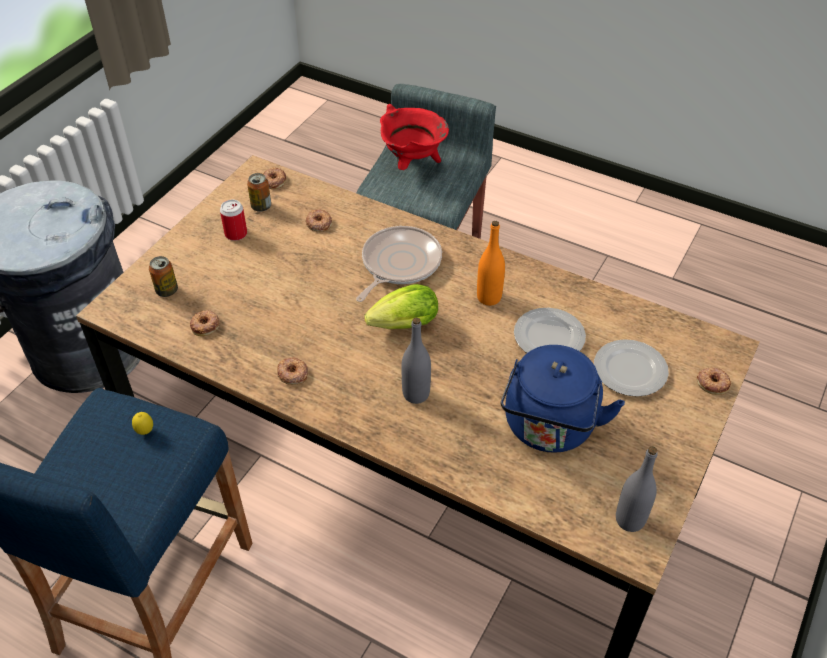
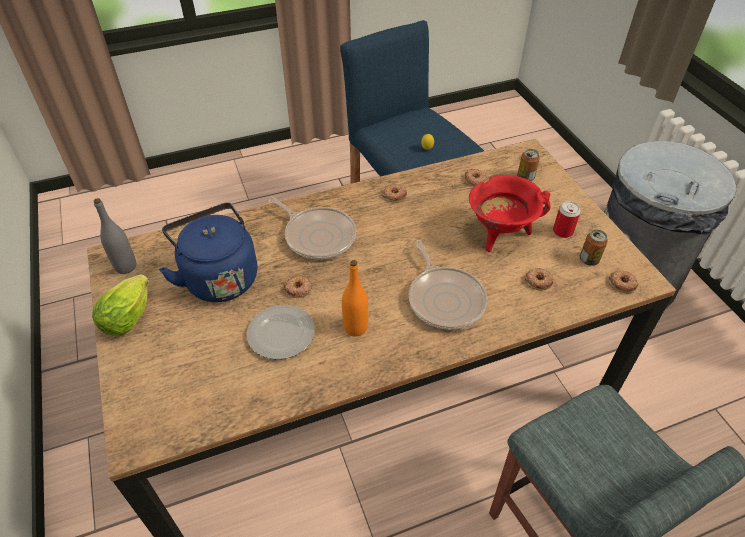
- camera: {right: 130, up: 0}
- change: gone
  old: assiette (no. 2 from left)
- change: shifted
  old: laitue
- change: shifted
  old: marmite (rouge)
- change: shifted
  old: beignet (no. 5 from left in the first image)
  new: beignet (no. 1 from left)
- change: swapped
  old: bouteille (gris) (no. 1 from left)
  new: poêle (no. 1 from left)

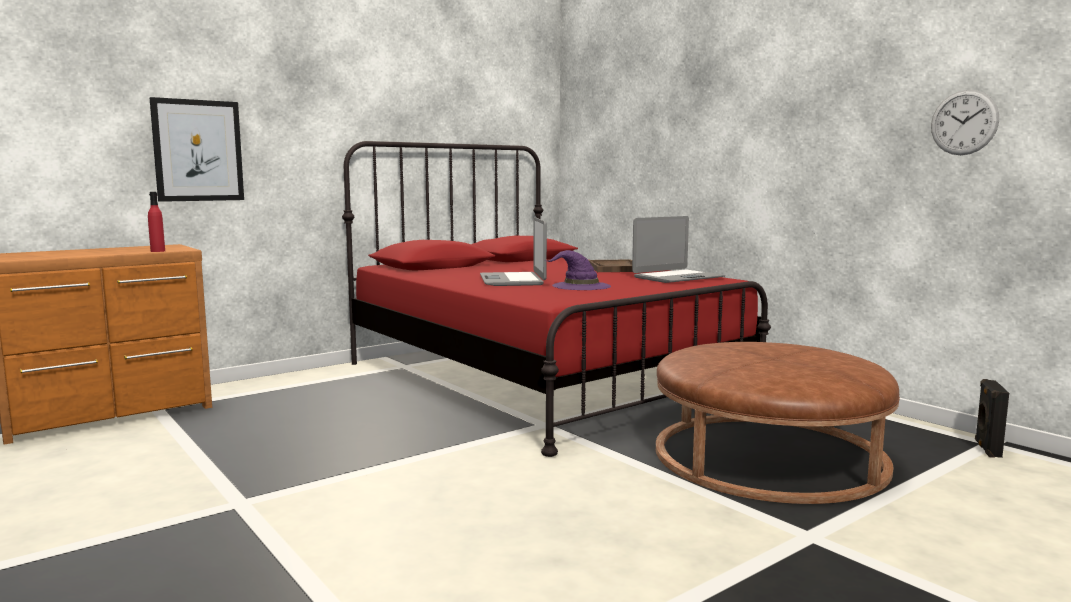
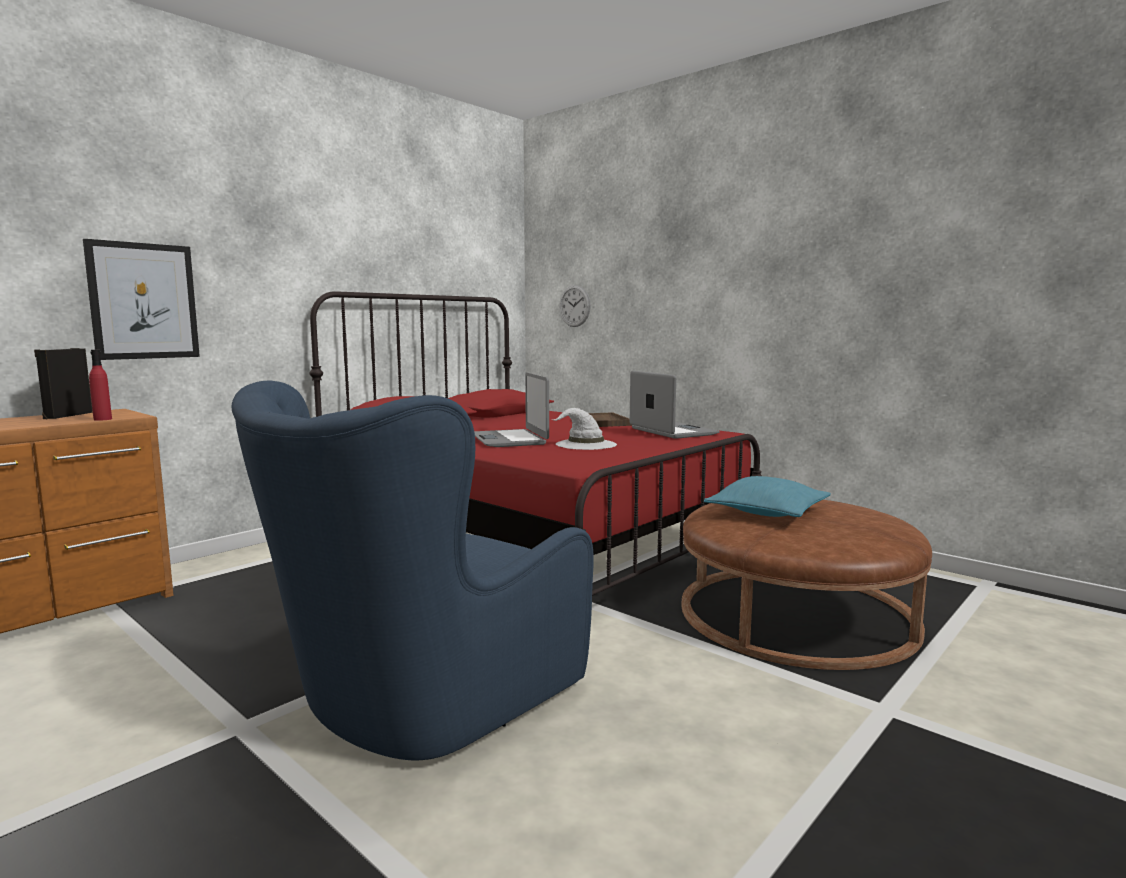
- camera: {right: -10, up: 0}
- change: new
  new: fauteuil (bleu)
- change: new
  new: coussin (turquoise)
- change: shifted
  old: horloge murale
- change: shifted
  old: enceinte (noir)
- change: repainted
  old: chapeau (violet)
  new: chapeau (blanc)
- change: rotated
  old: ordinateur portable (no. 2 from left)
  degrees: -75

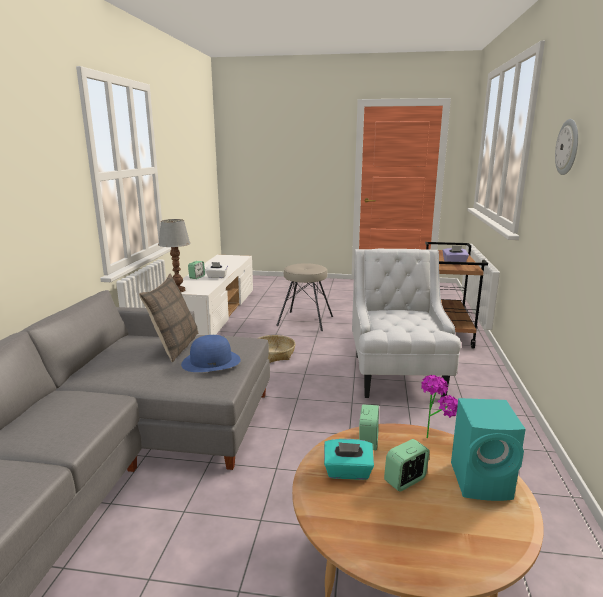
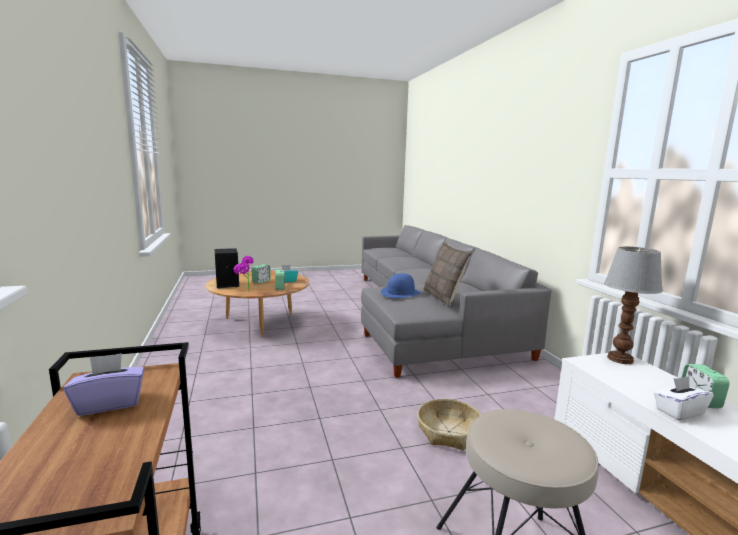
- camera: {right: 155, up: -5}
- change: gone
  old: fauteuil (blanc)
- change: gone
  old: horloge murale
- change: repainted
  old: enceinte (turquoise)
  new: enceinte (noir)

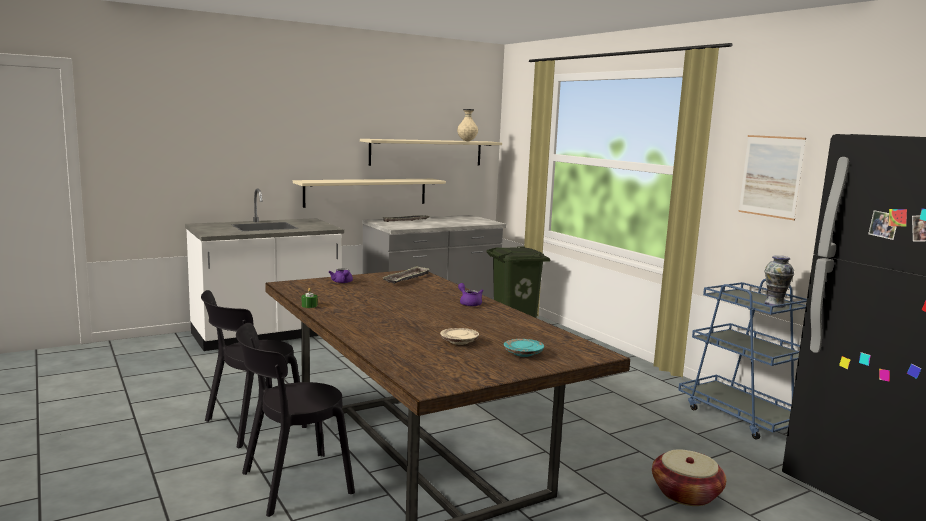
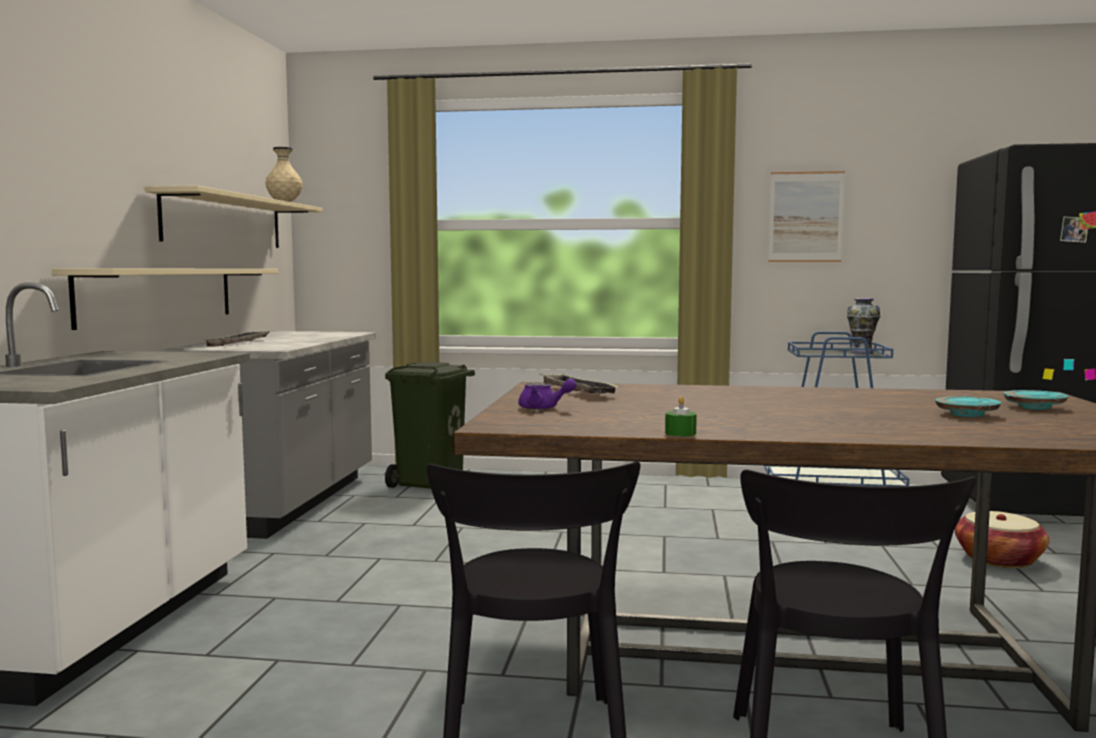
- camera: {right: -50, up: -5}
- change: gone
  old: théière (violet) (no. 2 from left)
- change: repainted
  old: assiette (beige)
  new: assiette (turquoise) (no. 1 from left)

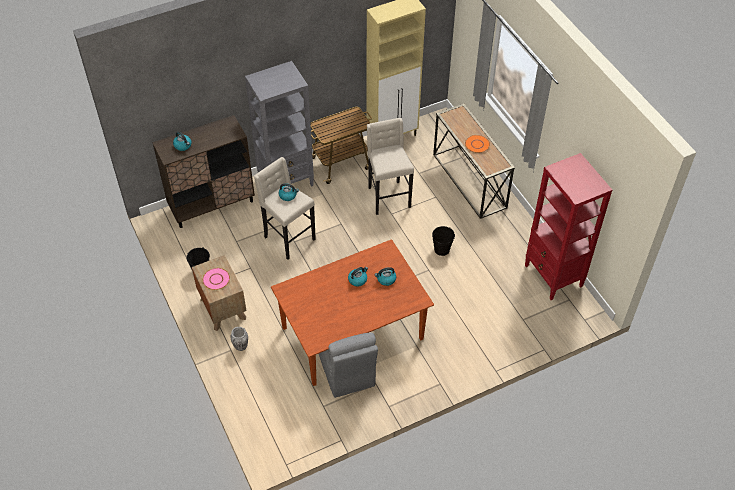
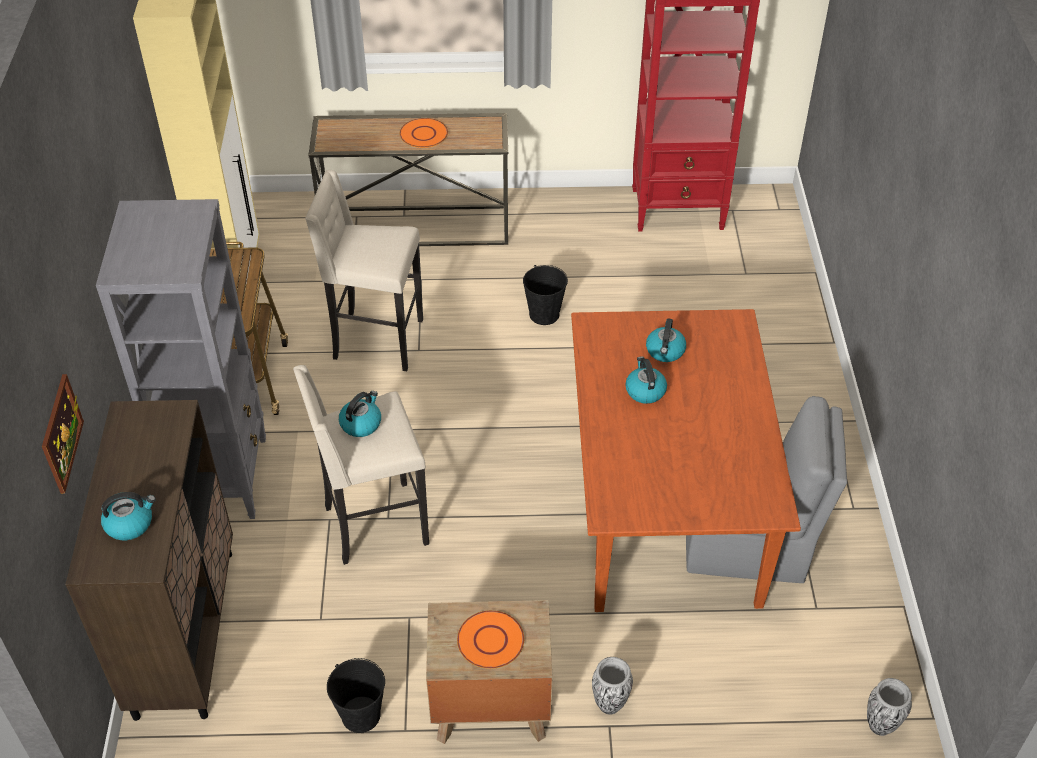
- camera: {right: -65, up: -5}
- change: new
  new: tableau
- change: new
  new: vase (no. 2 from left)
- change: repainted
  old: assiette (rose)
  new: assiette (orange) (no. 2 from left)

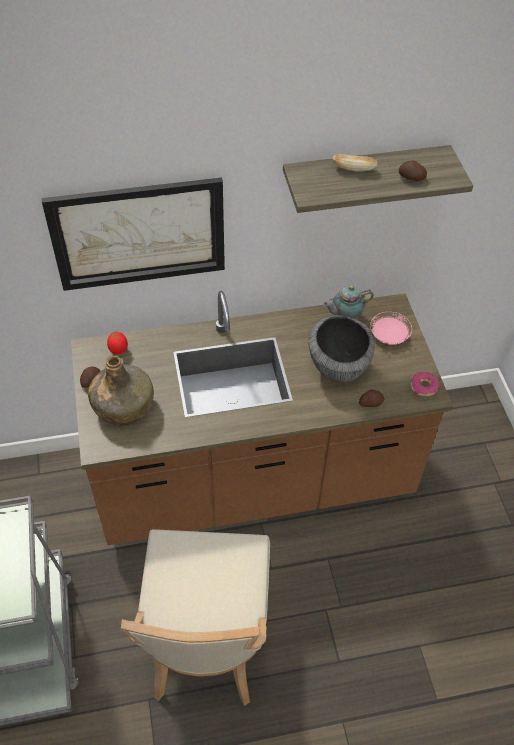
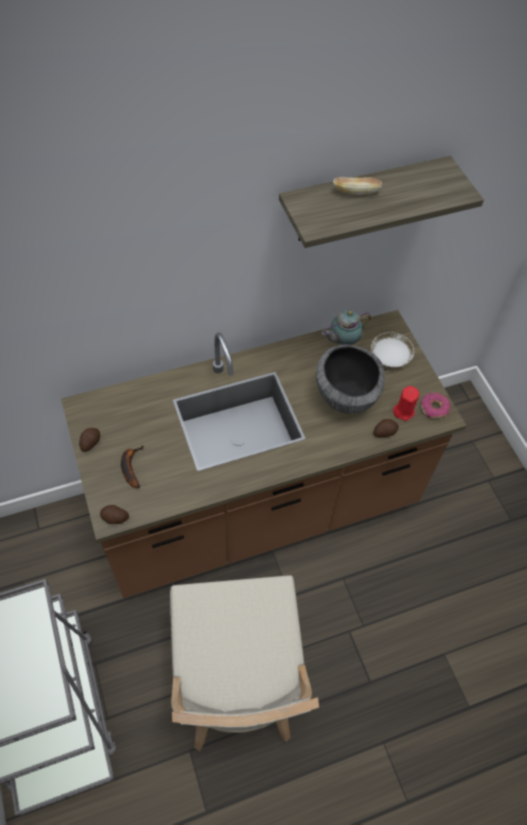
- camera: {right: -10, up: 5}
- change: gone
  old: tableau
- change: gone
  old: tomate
- change: new
  new: bougie (rouge)
- change: shifted
  old: pomme de terre (no. 3 from left in the first image)
  new: pomme de terre (no. 2 from left)
- change: swapped
  old: bouteille (vert)
  new: banane
- change: repainted
  old: assiette (rose)
  new: assiette (blanc)

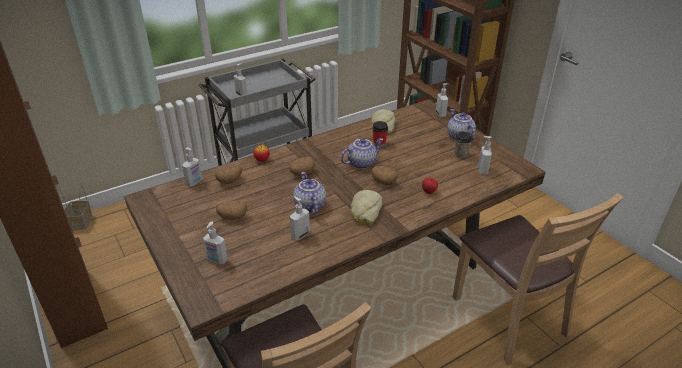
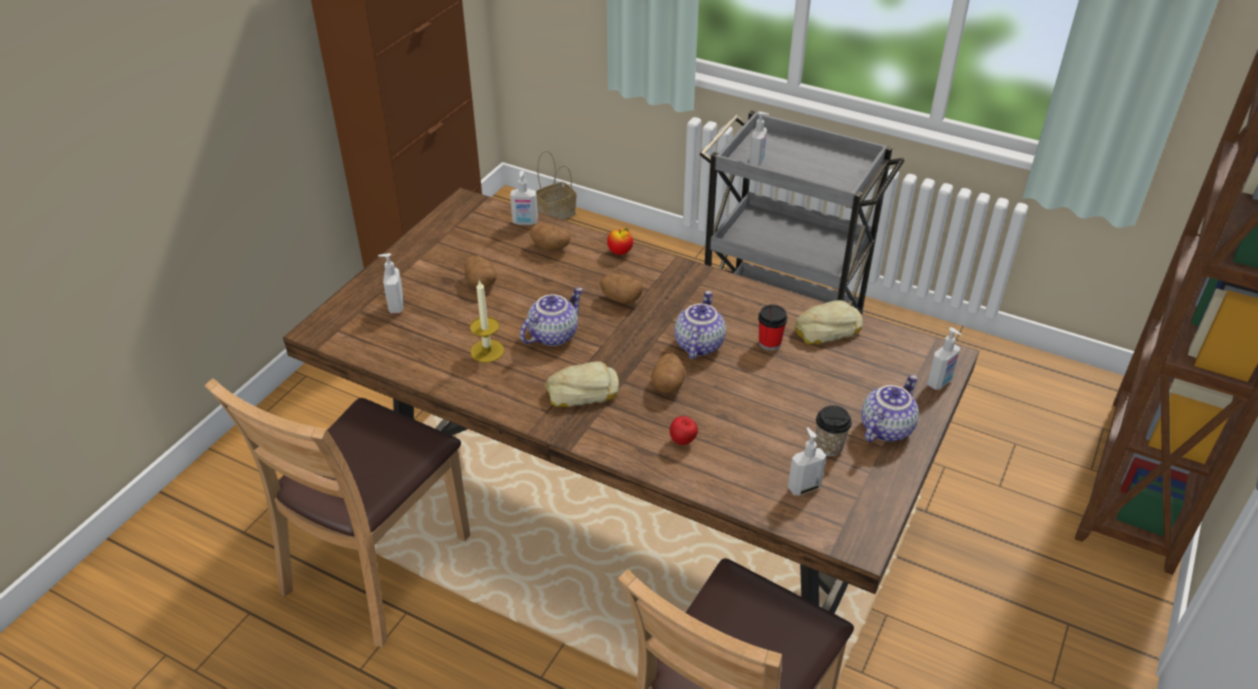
- camera: {right: 60, up: 5}
- change: swapped
  old: distributeur de savon (no. 4 from left)
  new: bougie
- change: rotated
  old: théière (no. 2 from left)
  degrees: -105

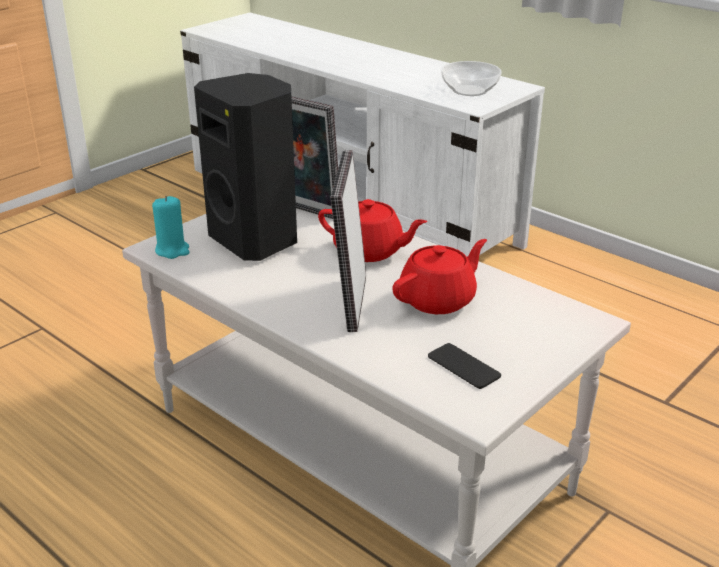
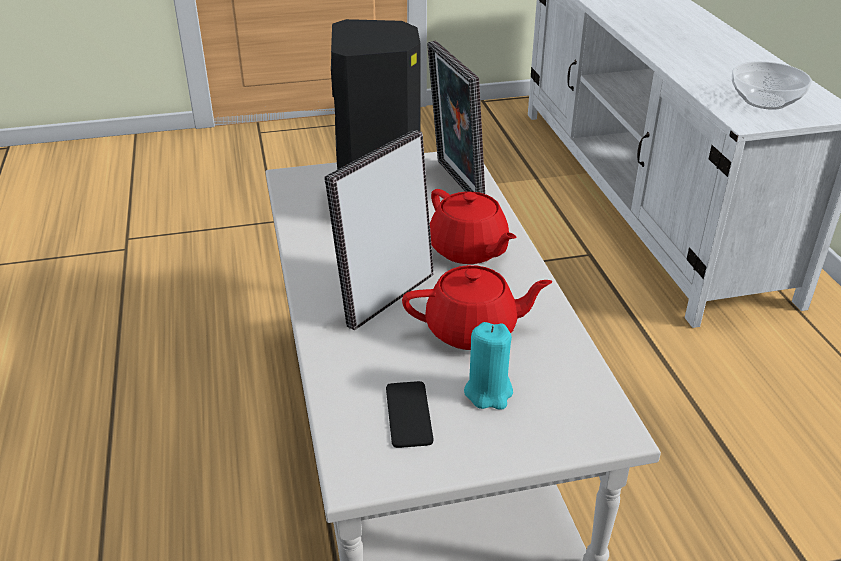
- camera: {right: 35, up: 5}
- change: shifted
  old: bougie (turquoise)

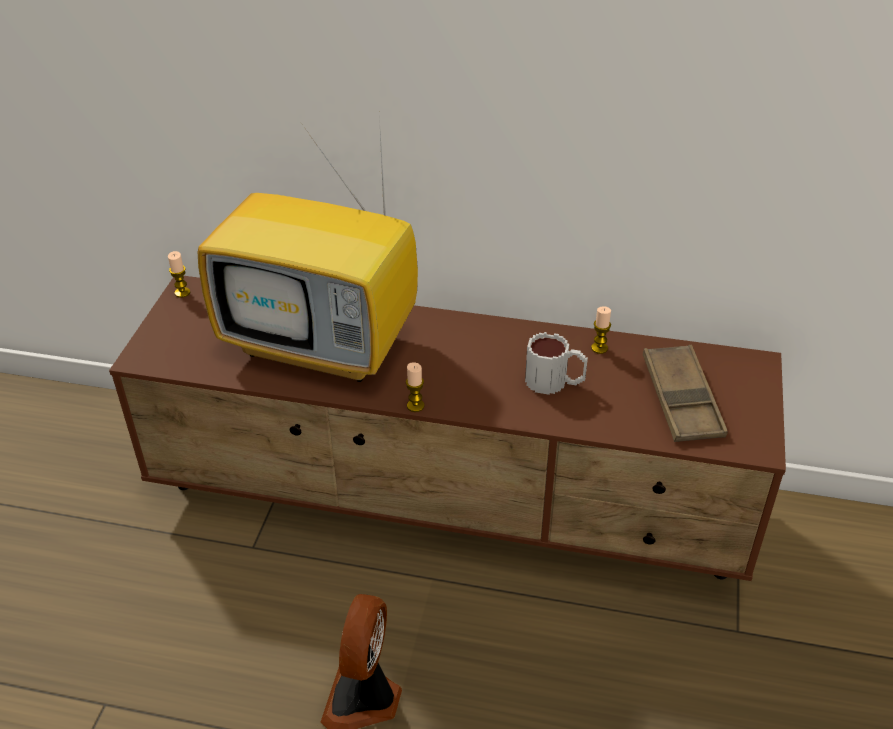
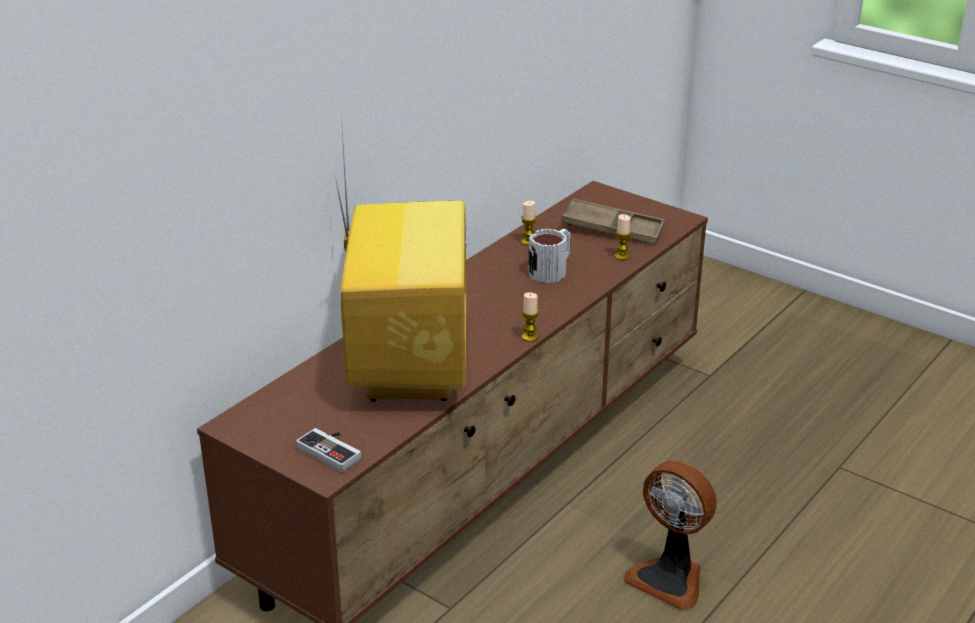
- camera: {right: -65, up: -10}
- change: new
  new: manette
- change: shifted
  old: bougie (no. 1 from left in the first image)
  new: bougie (no. 3 from left)
- change: rotated
  old: téléviseur
  degrees: -45

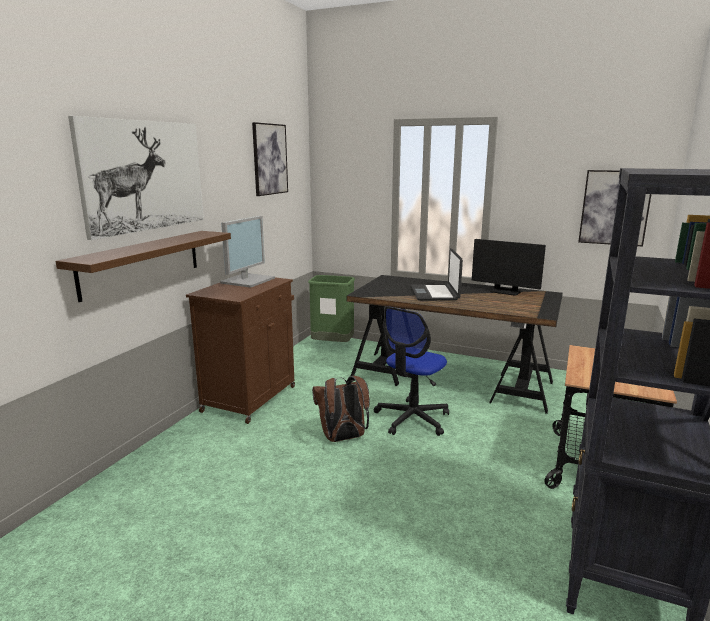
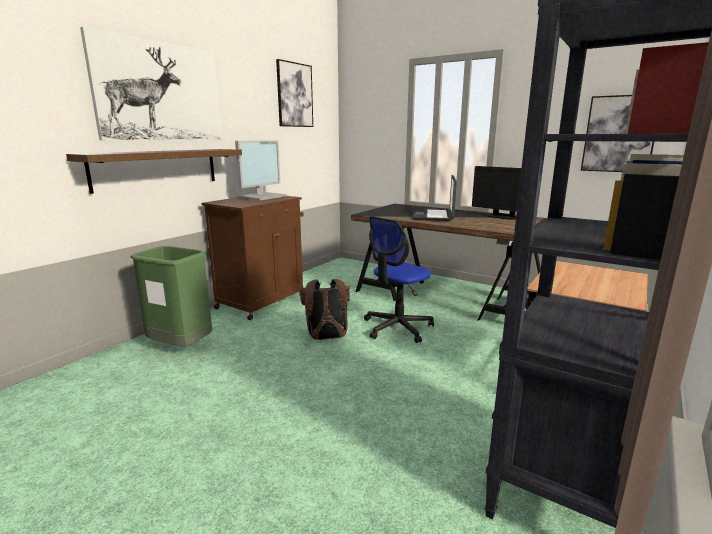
- camera: {right: 10, up: 0}
- change: shifted
  old: poubelle (vert)

